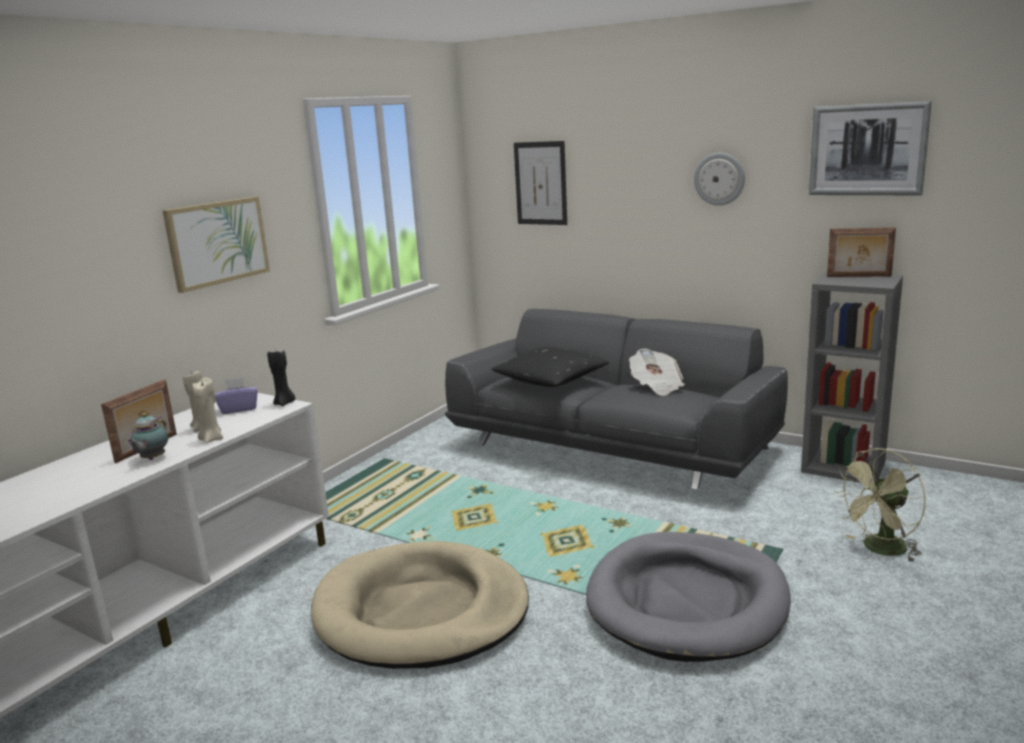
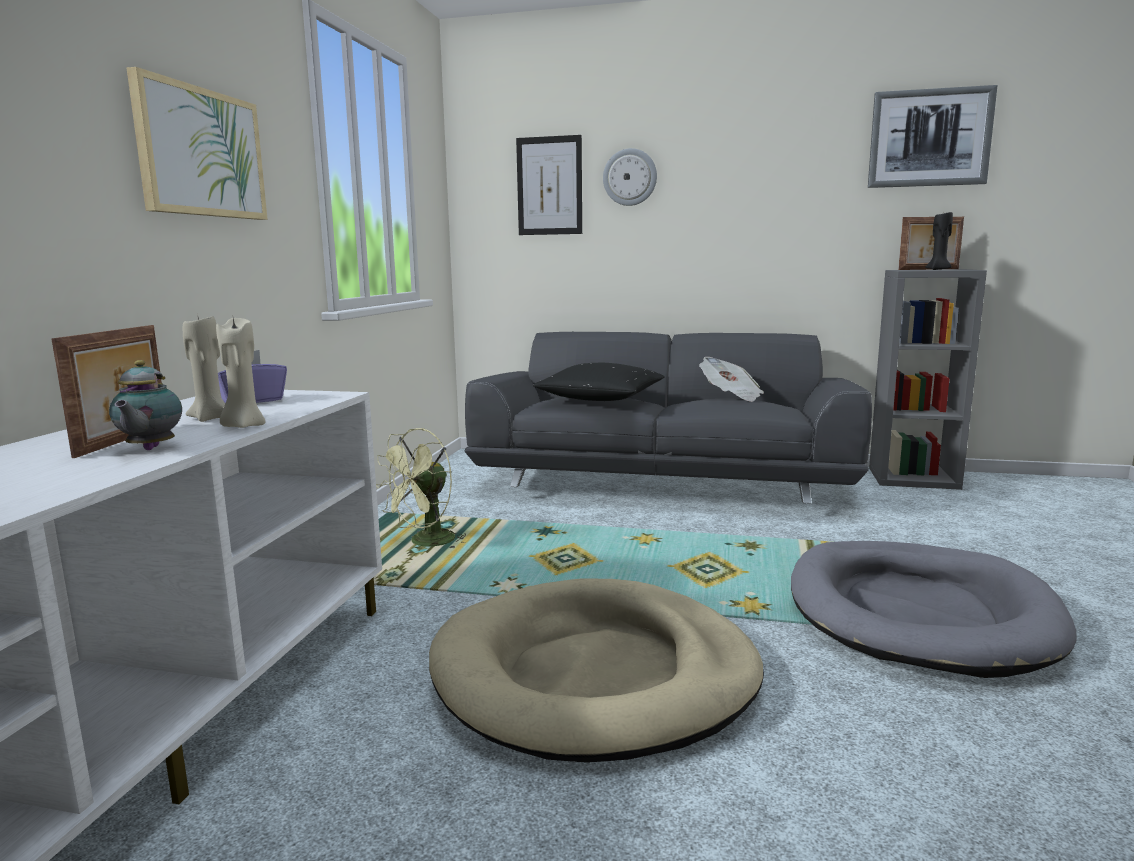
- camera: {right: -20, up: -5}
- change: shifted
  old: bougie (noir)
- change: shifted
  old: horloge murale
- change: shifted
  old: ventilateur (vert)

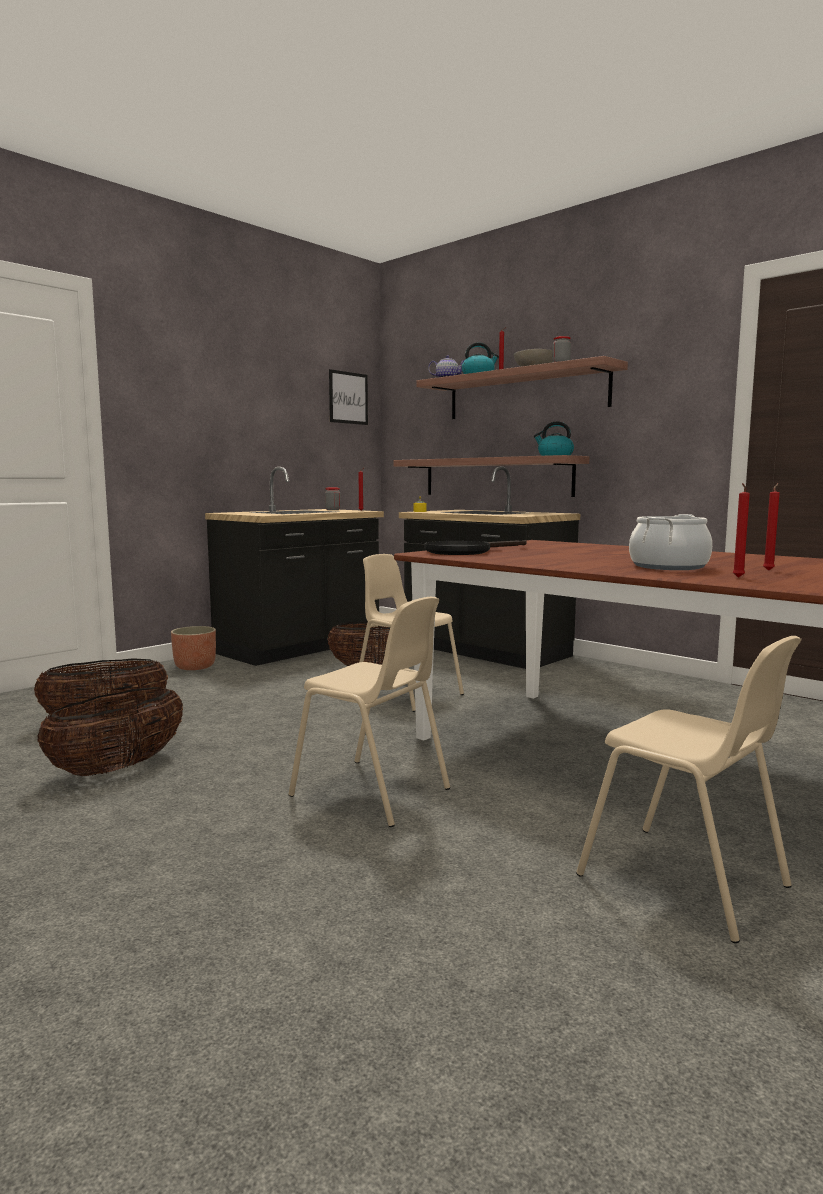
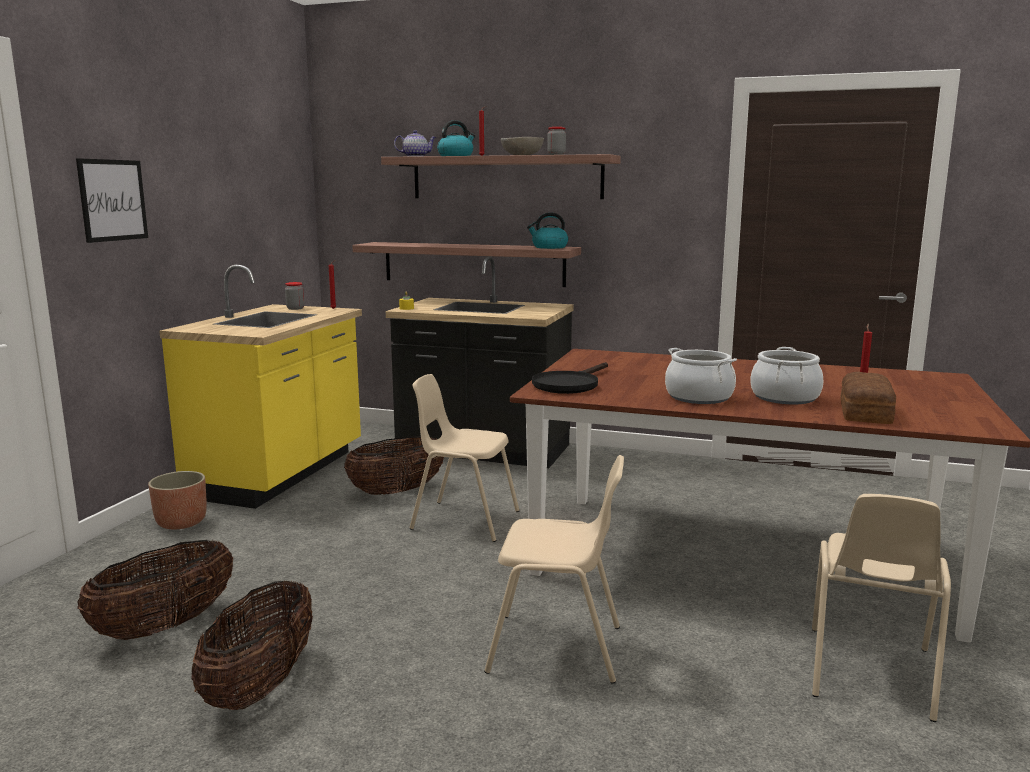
- camera: {right: -25, up: 5}
- change: new
  new: marmite (no. 1 from left)
- change: shifted
  old: tableau
- change: swapped
  old: bougie (rouge) (no. 3 from left)
  new: pain
- change: repainted
  old: comptoir de cuisine (noir) (no. 1 from left)
  new: comptoir de cuisine (jaune)
- change: rotated
  old: chaise (beige) (no. 3 from left)
  degrees: 90

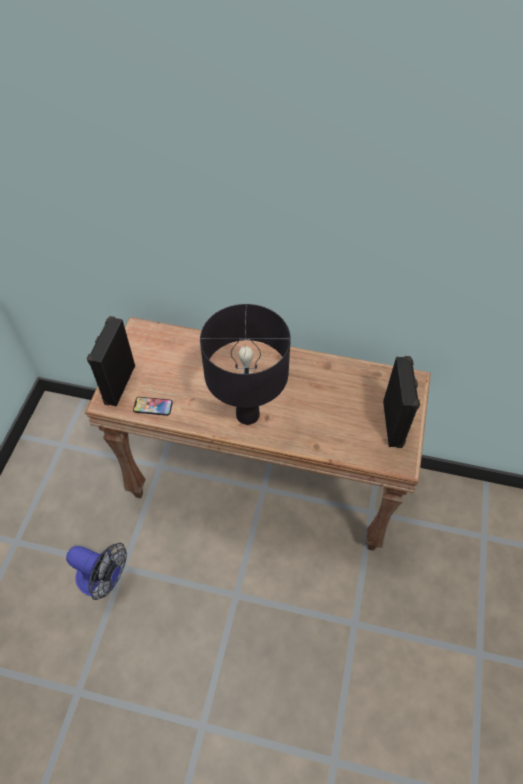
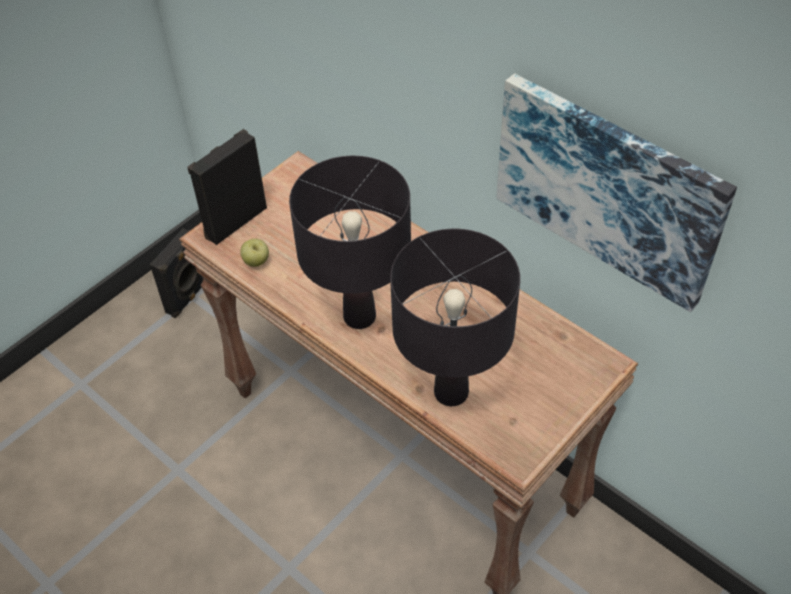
- camera: {right: 30, up: -5}
- change: gone
  old: ventilateur
- change: new
  new: lampe de table (noir) (no. 2 from left)
- change: new
  new: tableau
- change: shifted
  old: enceinte (noir) (no. 2 from left in the first image)
  new: enceinte (noir) (no. 1 from left)
- change: swapped
  old: téléphone
  new: pomme

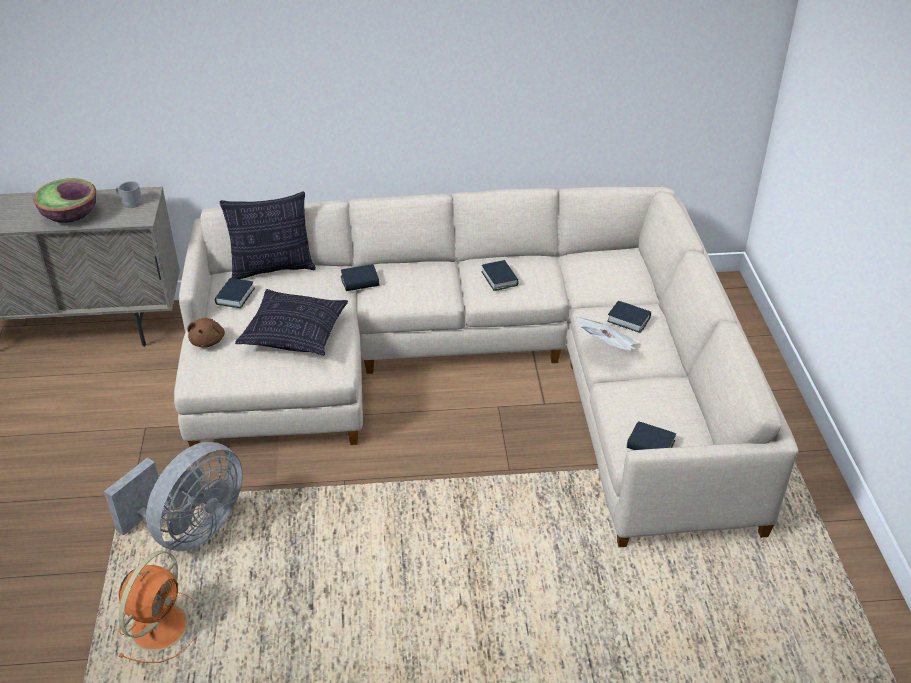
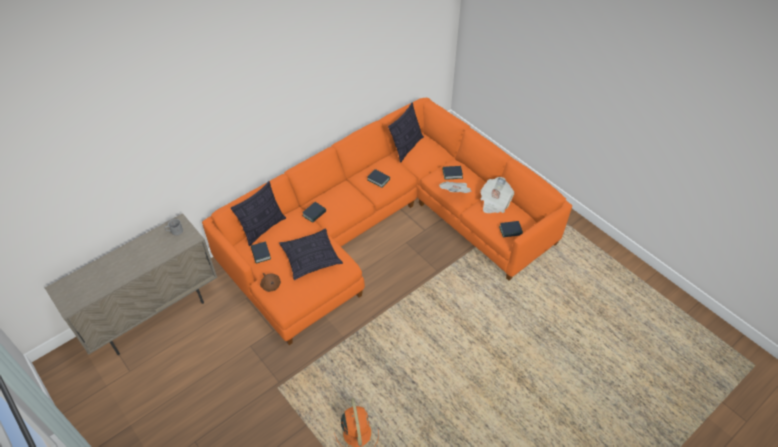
- camera: {right: -35, up: 10}
- change: gone
  old: bol
- change: gone
  old: ventilateur (gris)
- change: new
  new: coussin (no. 3 from left)
- change: new
  new: journal (no. 2 from left)
- change: repainted
  old: canapé (beige)
  new: canapé (orange)

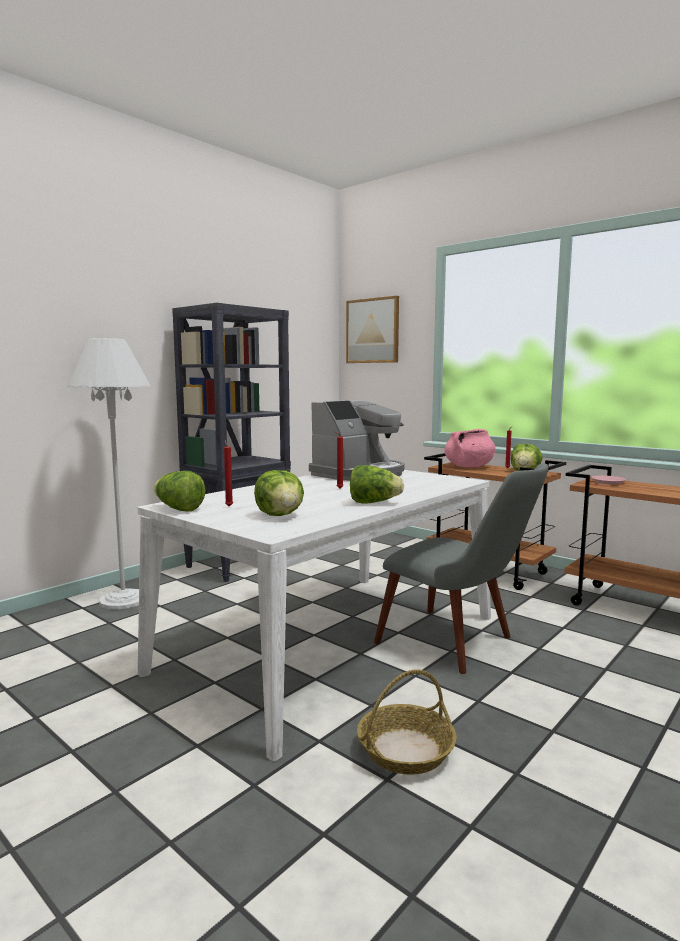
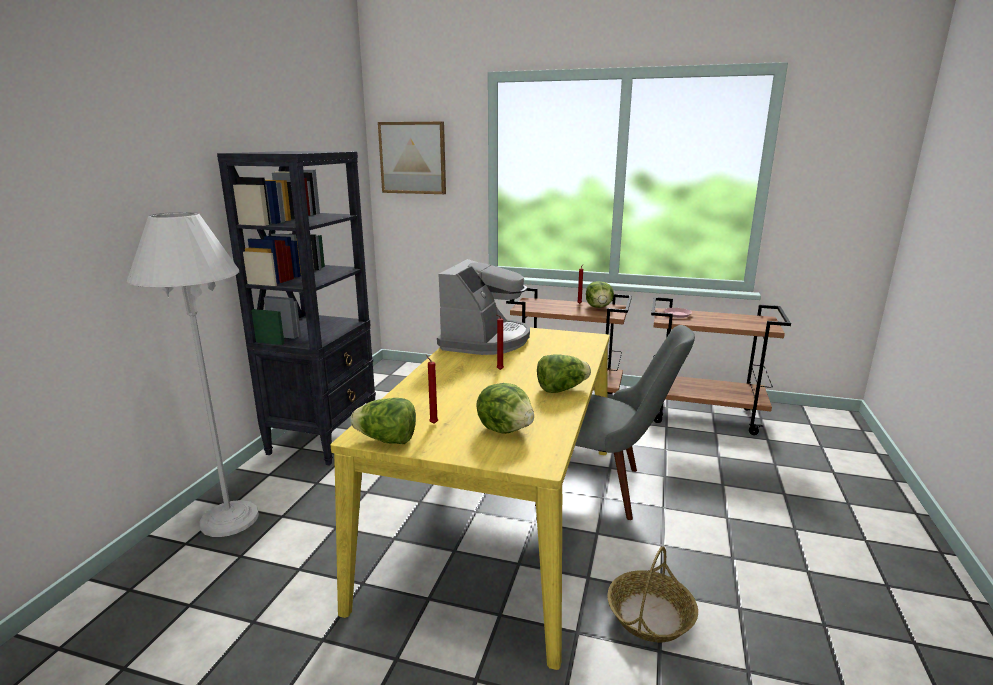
- camera: {right: -25, up: 10}
- change: gone
  old: marmite (rose)
- change: repainted
  old: table à manger (blanc)
  new: table à manger (jaune)

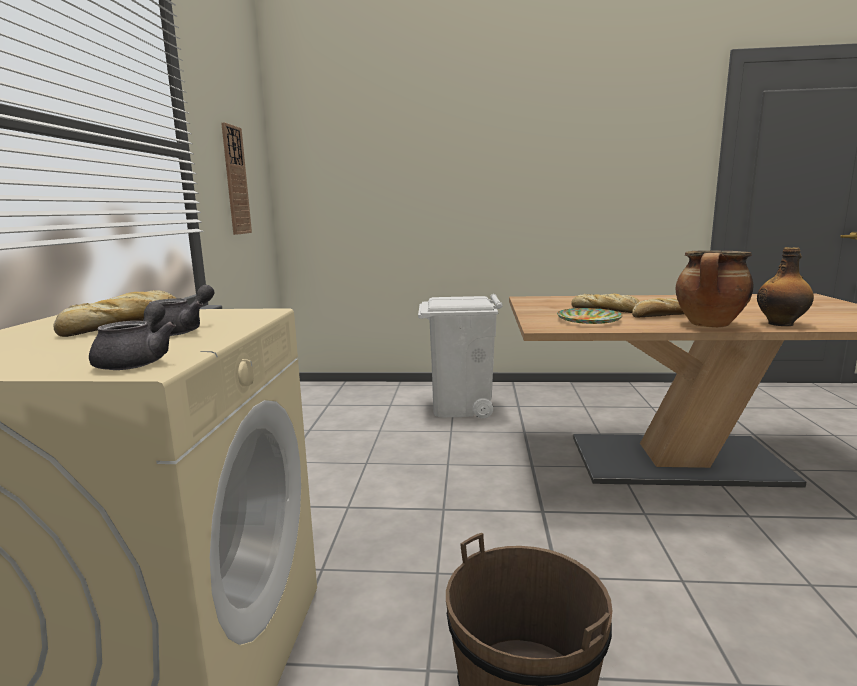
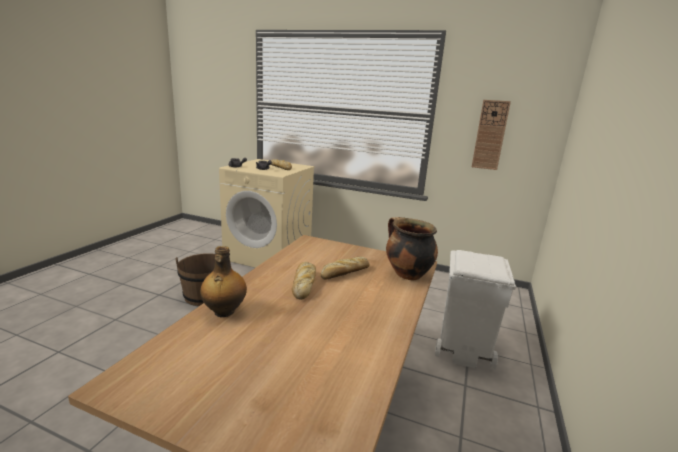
- camera: {right: 105, up: 5}
- change: gone
  old: assiette
- change: shifted
  old: marmite

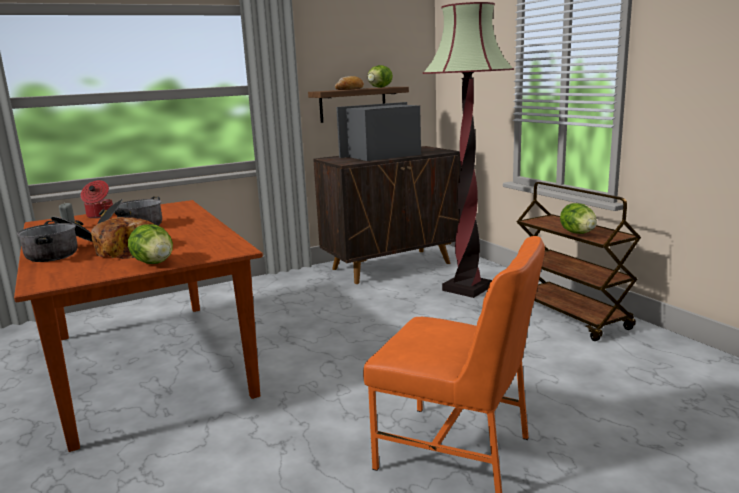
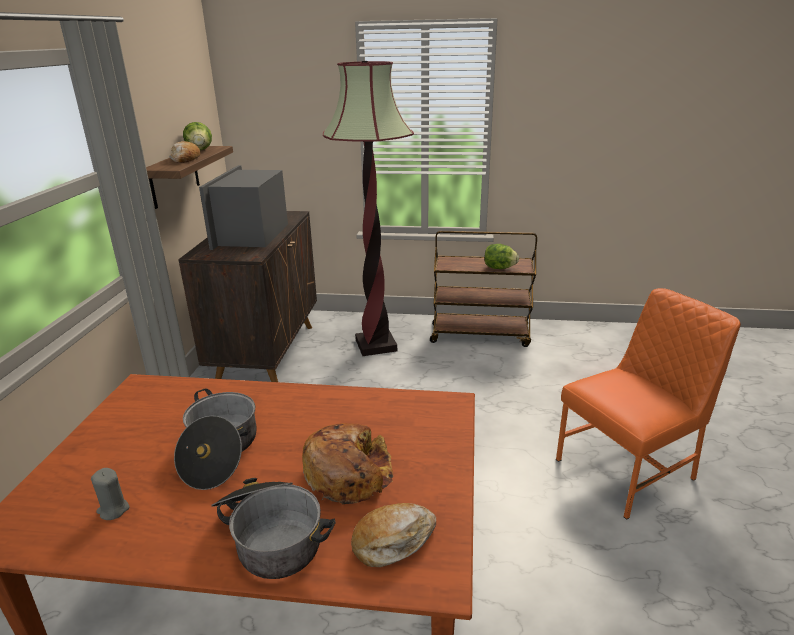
- camera: {right: -55, up: 10}
- change: gone
  old: marmite (no. 2 from left)
- change: gone
  old: laitue (no. 1 from left)
- change: new
  new: pain (no. 3 from left)

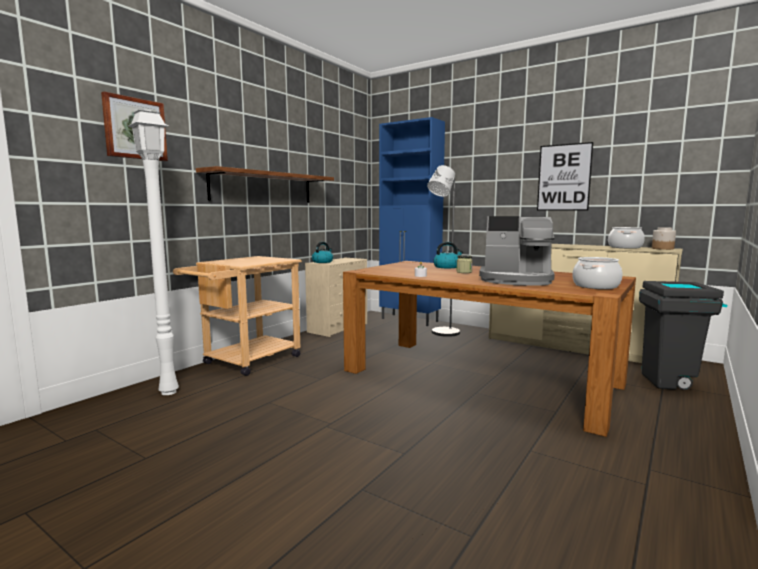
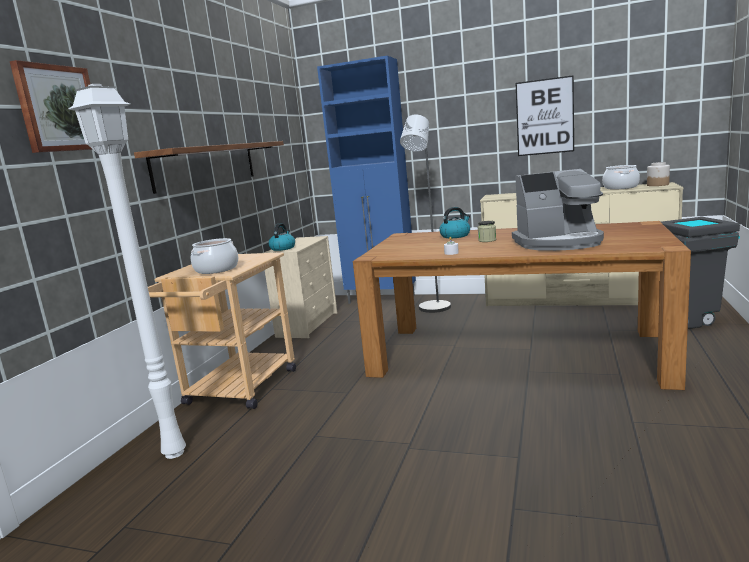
- camera: {right: -15, up: 5}
- change: shifted
  old: marmite (no. 1 from left)

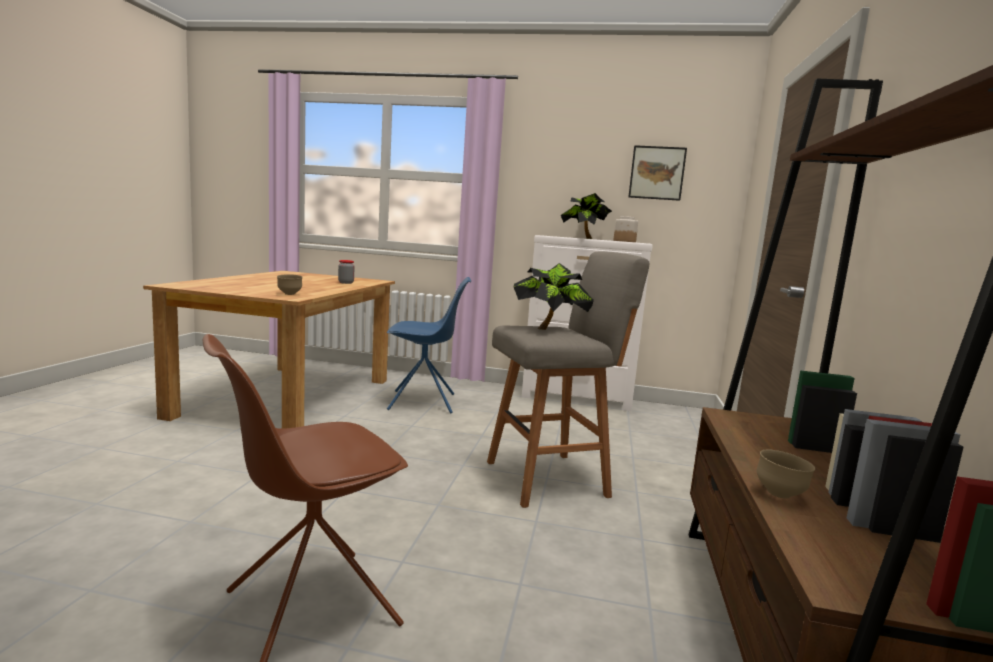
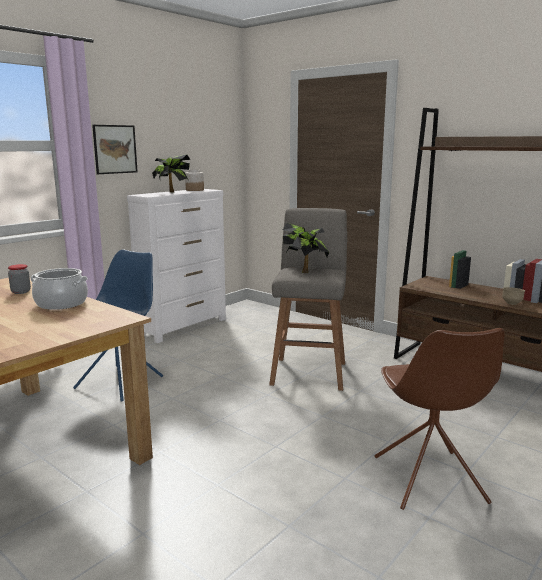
- camera: {right: -60, up: 5}
- change: gone
  old: bol (marron) (no. 1 from left)
- change: new
  new: marmite
- change: shifted
  old: tableau

